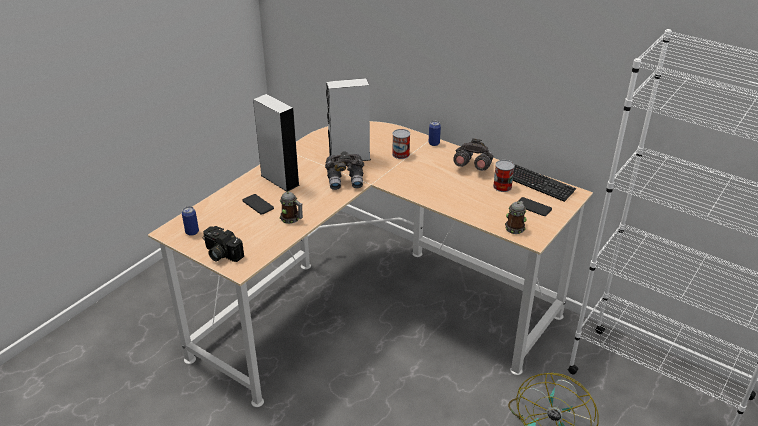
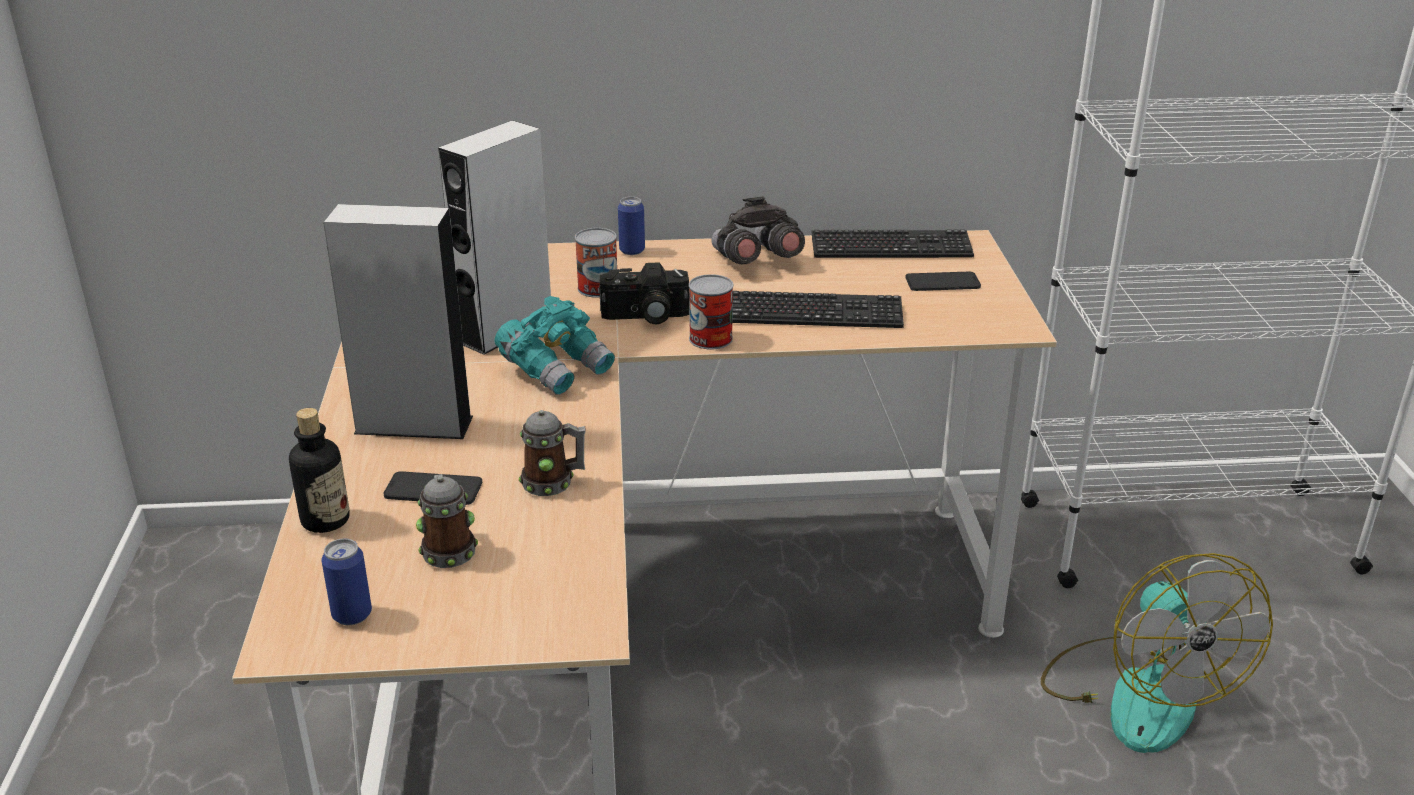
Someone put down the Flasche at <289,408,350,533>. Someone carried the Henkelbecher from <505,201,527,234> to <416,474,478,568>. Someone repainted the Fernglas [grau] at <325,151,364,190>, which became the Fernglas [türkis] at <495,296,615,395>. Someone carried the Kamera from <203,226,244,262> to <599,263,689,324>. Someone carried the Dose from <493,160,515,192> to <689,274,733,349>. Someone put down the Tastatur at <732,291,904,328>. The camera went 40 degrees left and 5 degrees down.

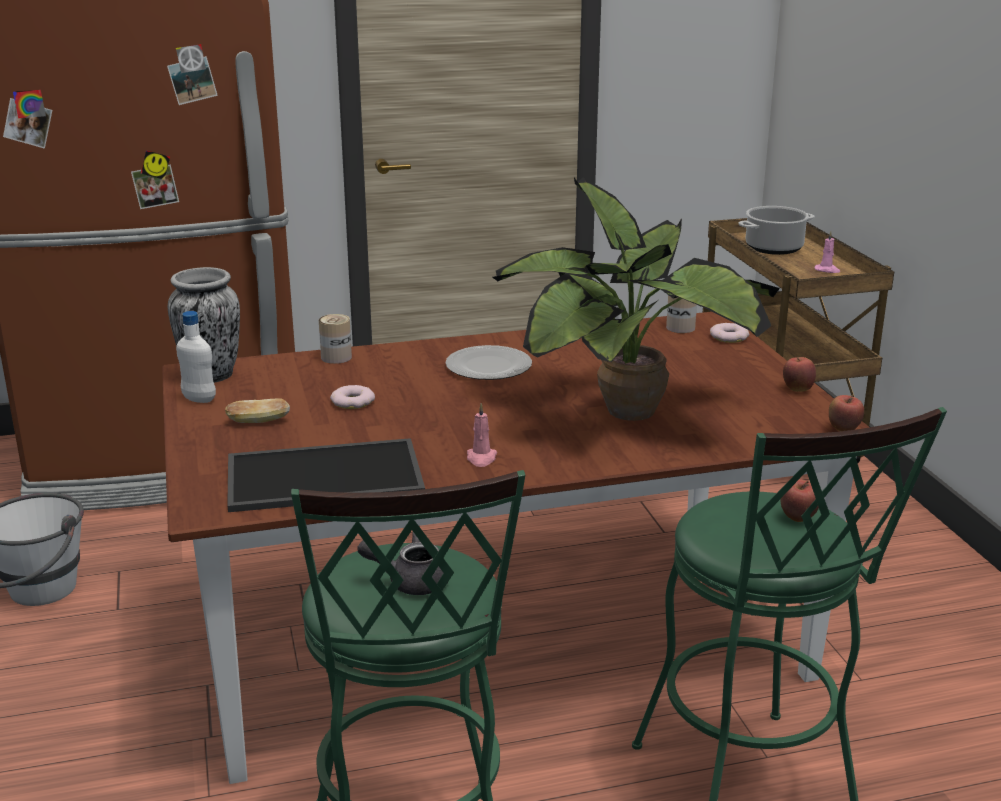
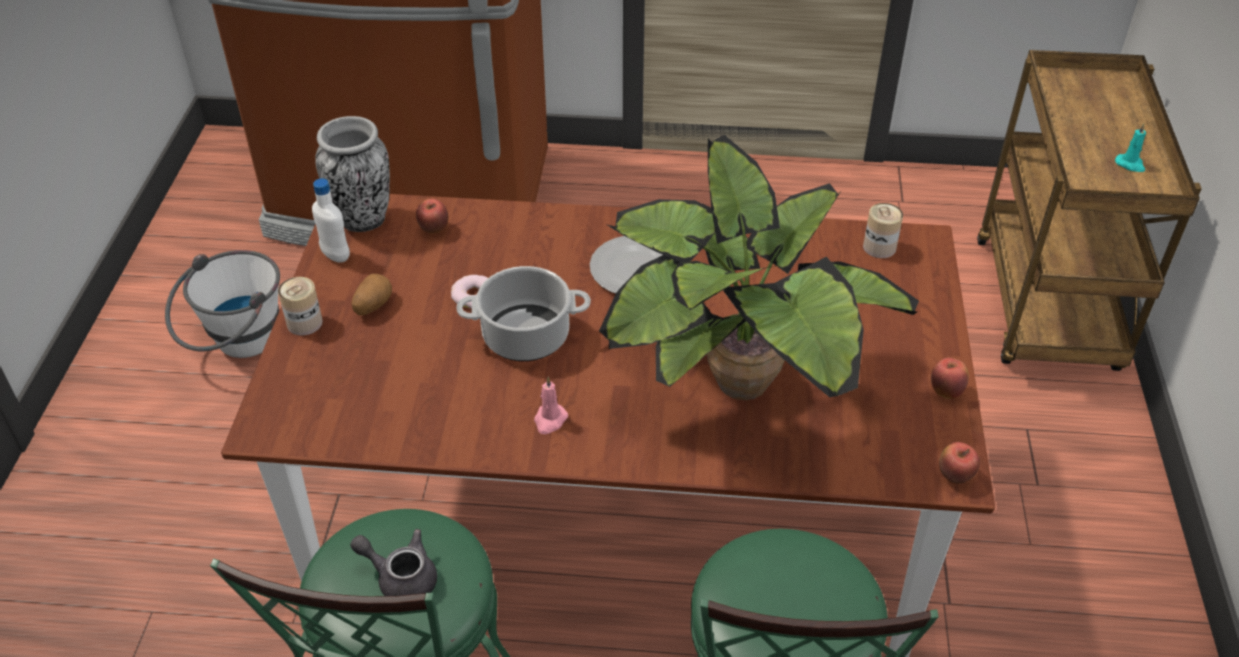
Someone carried the Dose from <319,314,352,364> to <278,277,323,335>. Someone swapped the Brot at <225,398,290,423> for the Kartoffel at <351,274,392,315>. Someone carried the Apfel from <780,479,819,522> to <416,199,448,234>. Someone carried the Kochtopf from <738,206,814,255> to <456,266,591,361>. Someone repainted the Kerze [rosa] at <815,231,840,273>, which became the Kerze [türkis] at <1115,123,1146,172>. Someone took away the Tablett at <227,438,425,512>. Someone took away the Donut at <710,323,749,343>. The camera went 20 degrees right and 20 degrees up.

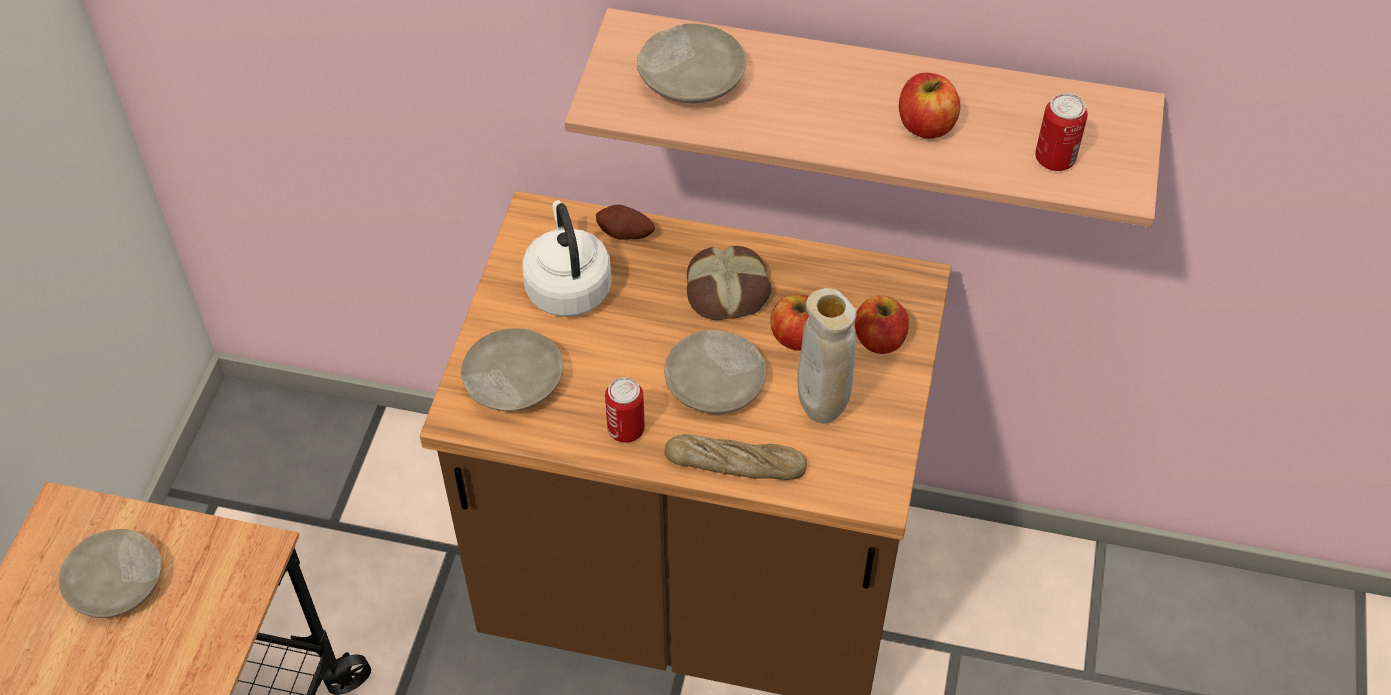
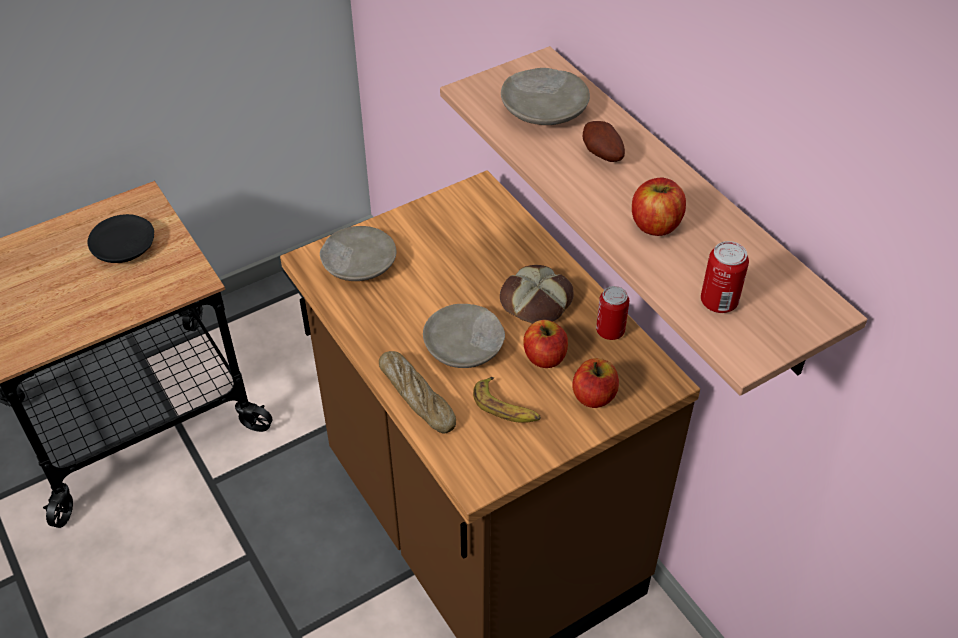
Someone repainted the Teller [beige] at <59,529,161,618>, which became the Teller [schwarz] at <87,214,154,263>. Someone swapped the Vase [beige] at <797,288,857,424> for the Banane at <473,377,541,423>. Someone carried the Kartoffel from <596,205,655,240> to <583,121,625,162>. Someone carried the Dose from <605,377,645,442> to <596,286,629,340>. Someone took away the Wasserkessel [weiß] at <522,200,612,317>. The camera went 45 degrees right and 5 degrees down.

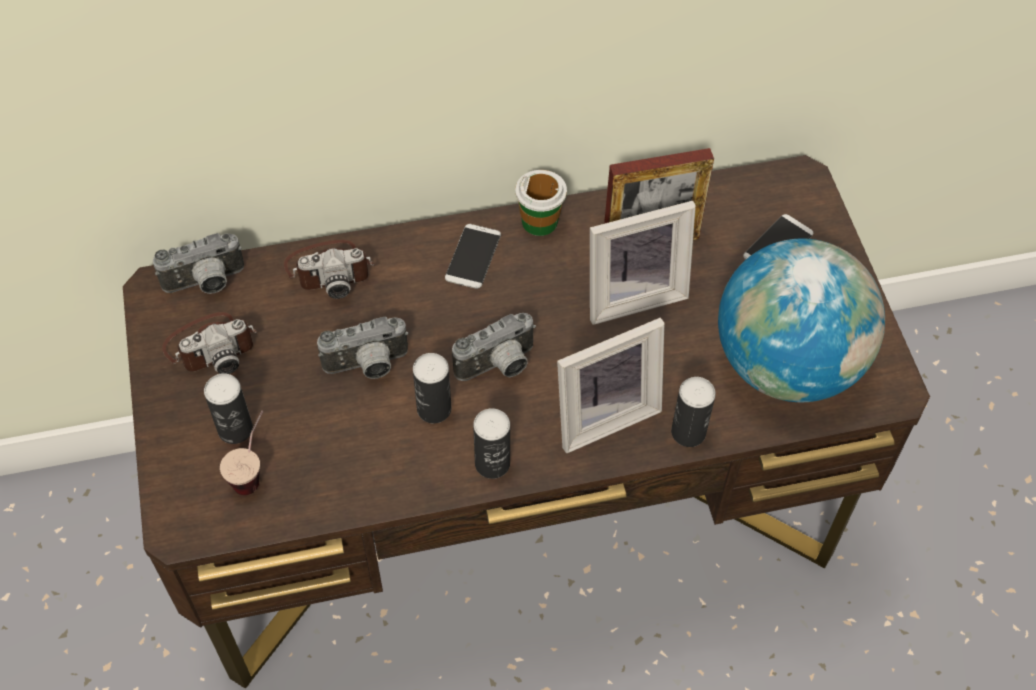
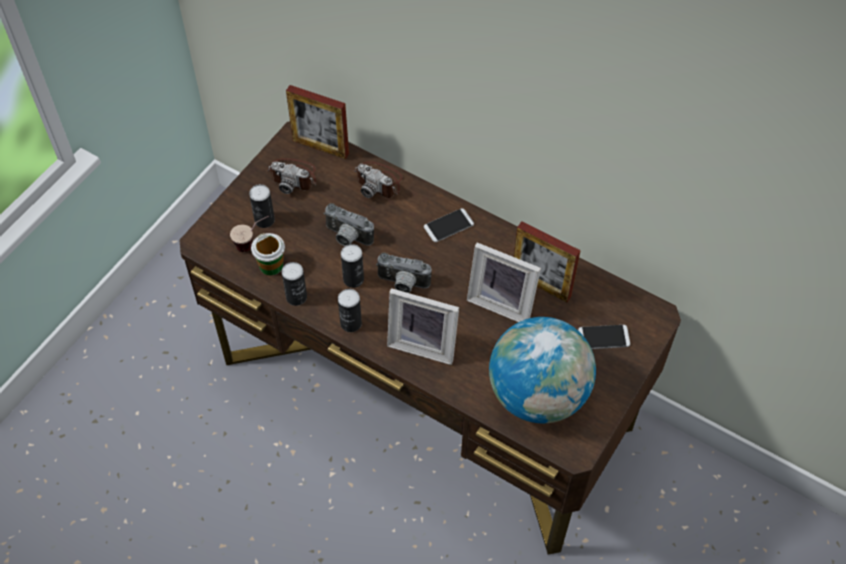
Someone carried the Tasse from <516,170,567,236> to <251,233,285,275>. Someone carried the Dose from <671,377,716,447> to <282,262,307,306>. Someone swapped the Kamera at <153,233,244,294> for the Bilderrahmen at <286,85,349,159>. The camera went 45 degrees right and 0 degrees up.

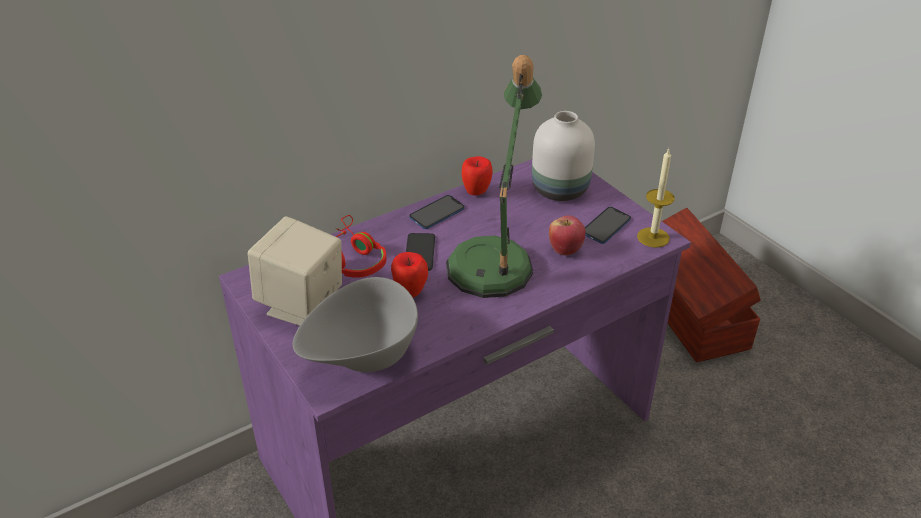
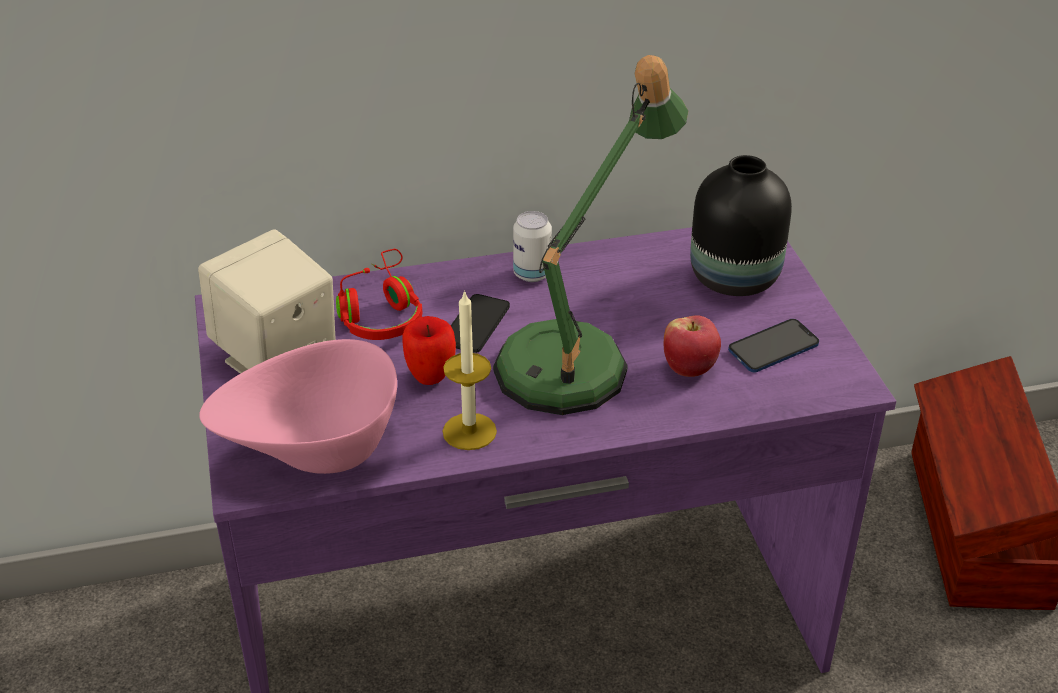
Someone repainted the Schüssel [grau] at <293,277,418,372>, which became the Schüssel [rosa] at <199,339,397,474>. Someone carried the Kerze from <637,148,675,248> to <443,290,497,450>. Someone swapped the Handy at <409,195,464,229> for the Dose at <513,211,552,282>. Someone repainted the Vase [weiß] at <532,111,595,201>, which became the Vase [schwarz] at <690,155,792,296>. Someone took away the Apfel at <462,156,493,196>. The camera went 20 degrees right and 0 degrees up.

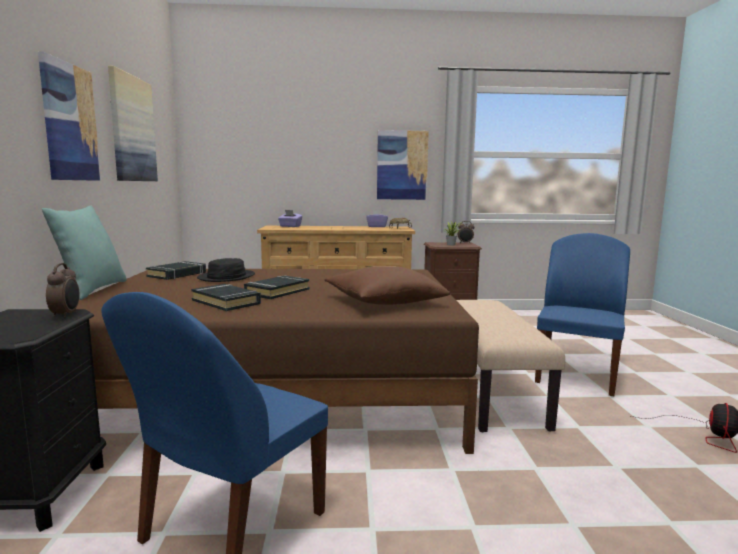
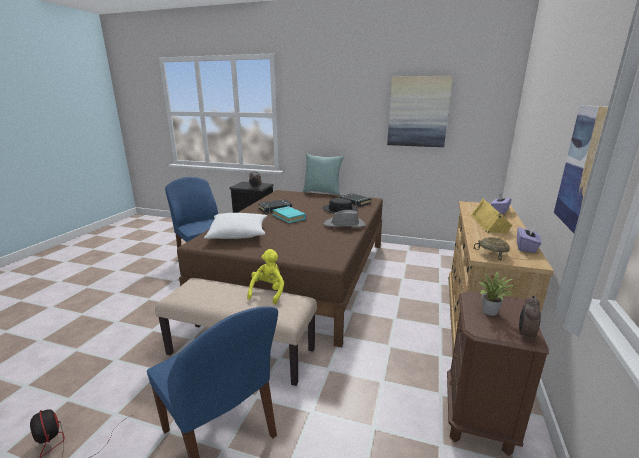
Someone repainted the Kissen [braun] at <324,266,451,305>, which became the Kissen [weiß] at <204,213,267,239>. Someone put down the Plüschtier [gelb] at <247,249,284,304>. Someone repainted the Buch [schwarz] at <244,275,310,299>, which became the Buch [türkis] at <272,206,306,223>. Someone put down the Hut [grau] at <324,210,366,228>. Someone put down the Lautsprecher [gelb] at <471,198,512,233>. Someone took away the Bild at <38,51,101,181>. The camera went 110 degrees right and 10 degrees up.

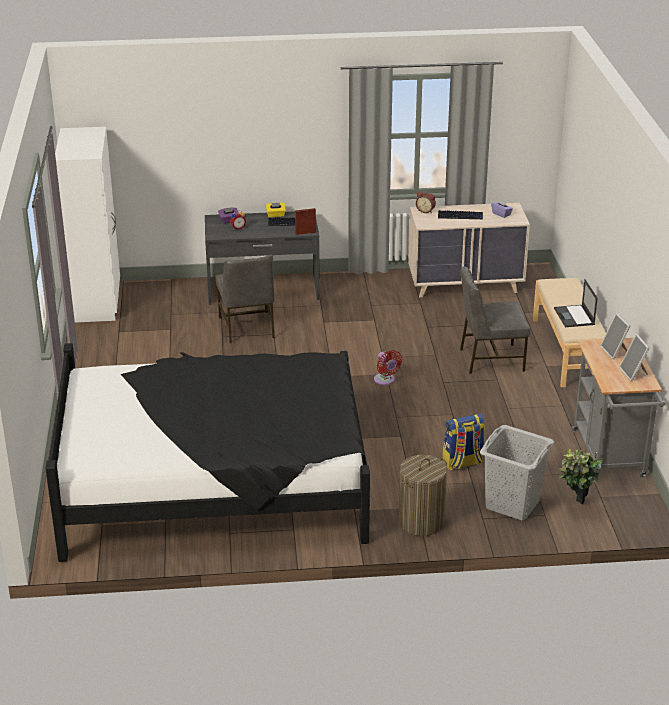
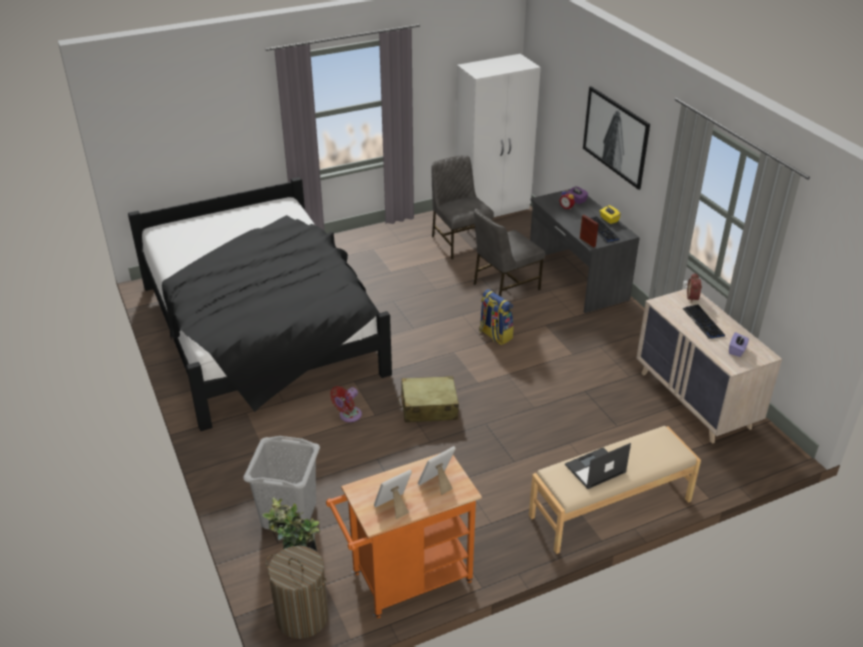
Someone carried the Wäschekorb from <399,455,447,536> to <266,546,329,639>. Someone repainted the Rollwagen [grau] at <571,338,665,478>, which became the Rollwagen [orange] at <326,453,482,618>. Someone carried the Ventilator [rot] from <374,350,402,385> to <330,386,362,422>. Someone put down the Koffer [beige] at <398,376,459,423>. Someone carried the Stuhl [grau] from <460,266,530,374> to <431,155,494,259>. Someone carried the Rucksack from <443,413,485,470> to <479,289,514,345>. Someone put up the Bild at <583,86,650,190>. The camera went 70 degrees right and 5 degrees up.

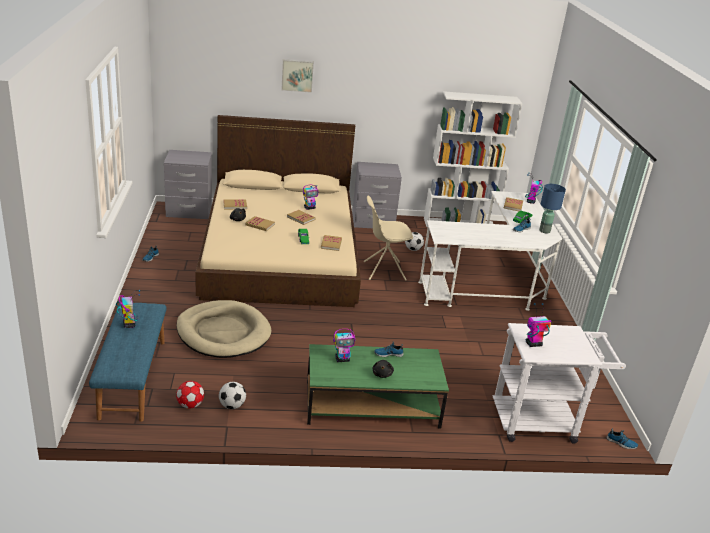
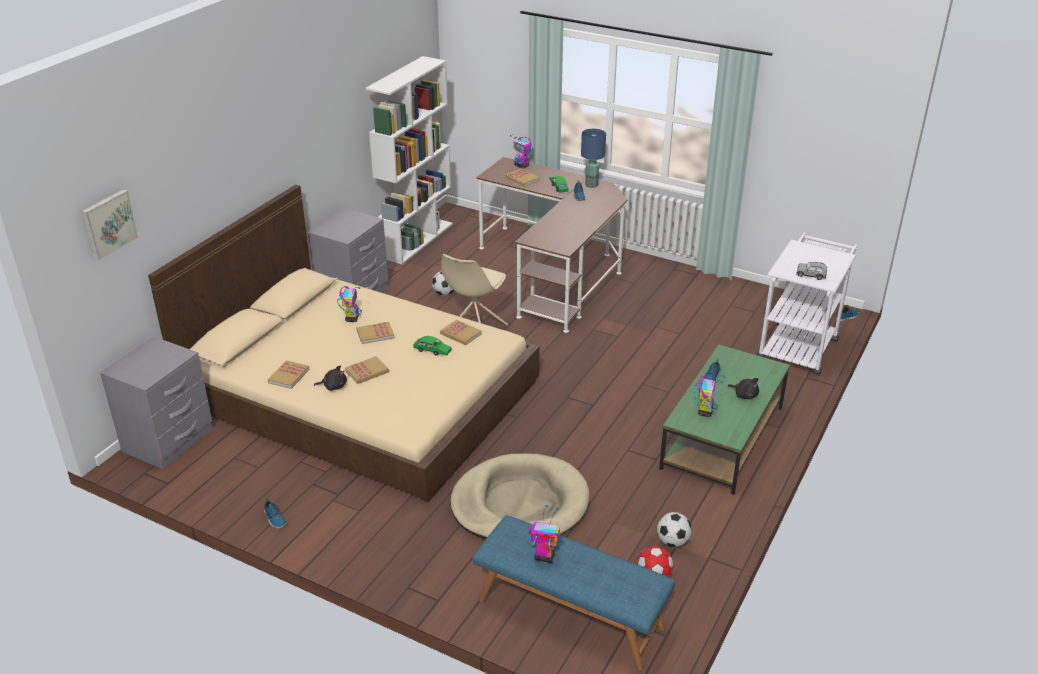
Someone carried the Bild from <281,59,314,93> to <81,190,138,261>. Someone repainted the Schreibtisch [weiß] at <418,191,562,311>, which became the Schreibtisch [braun] at <476,157,627,333>. Someone swapped the Spielzeugroboter at <526,303,552,347> for the Spielzeugauto [grau] at <796,262,827,280>. The camera went 55 degrees left and 5 degrees up.

